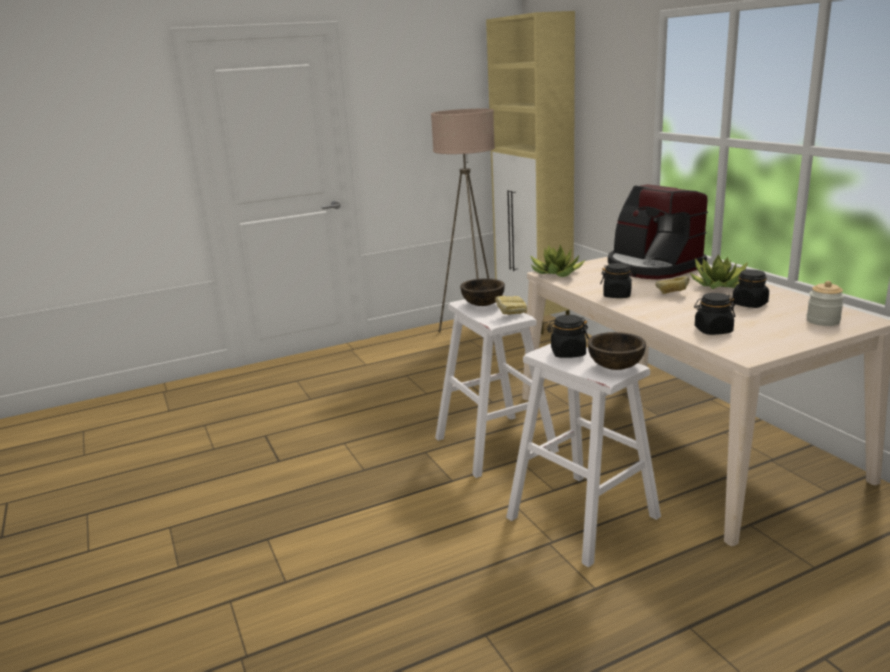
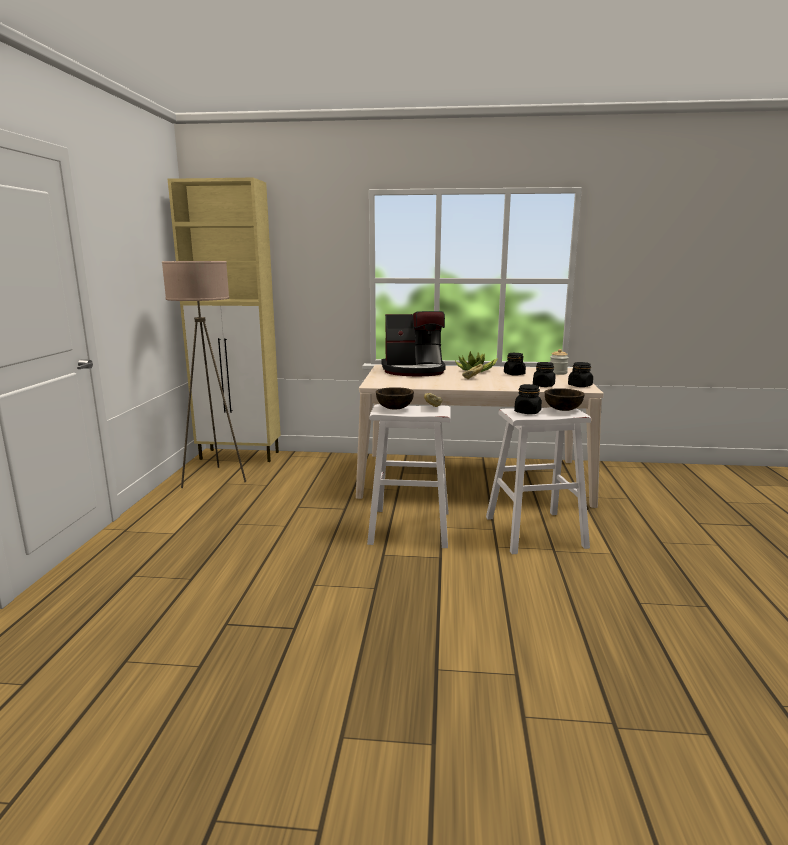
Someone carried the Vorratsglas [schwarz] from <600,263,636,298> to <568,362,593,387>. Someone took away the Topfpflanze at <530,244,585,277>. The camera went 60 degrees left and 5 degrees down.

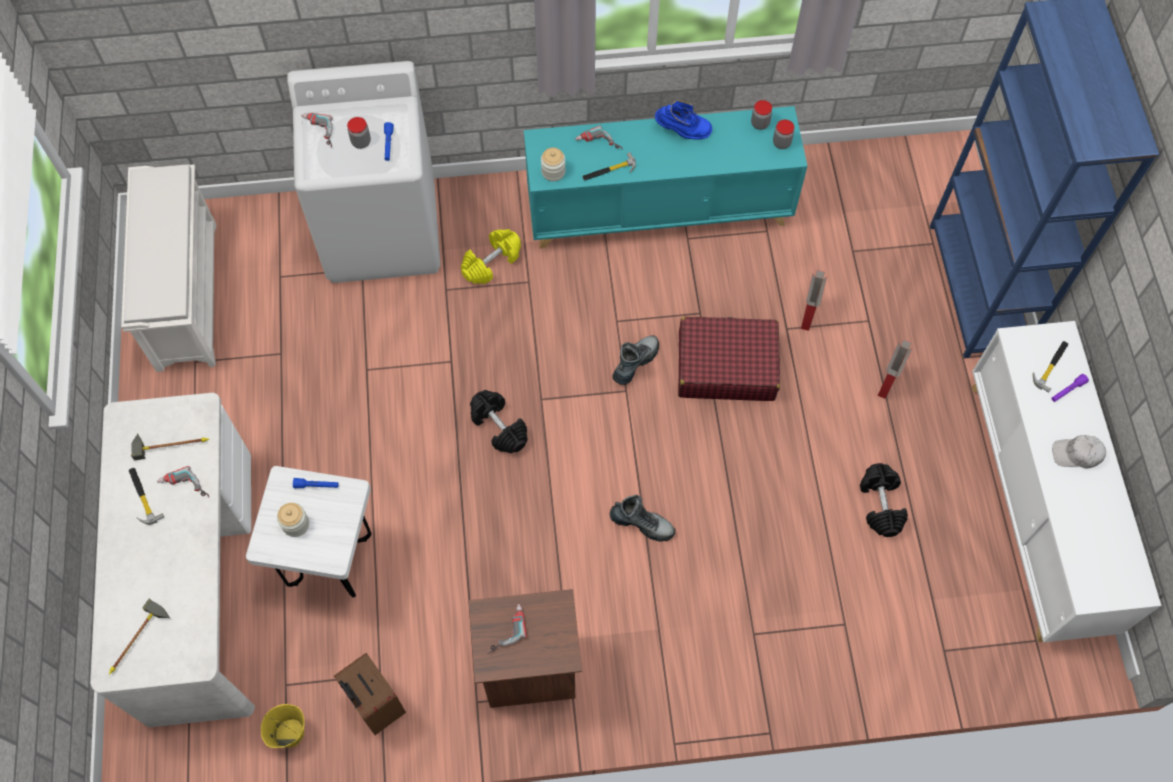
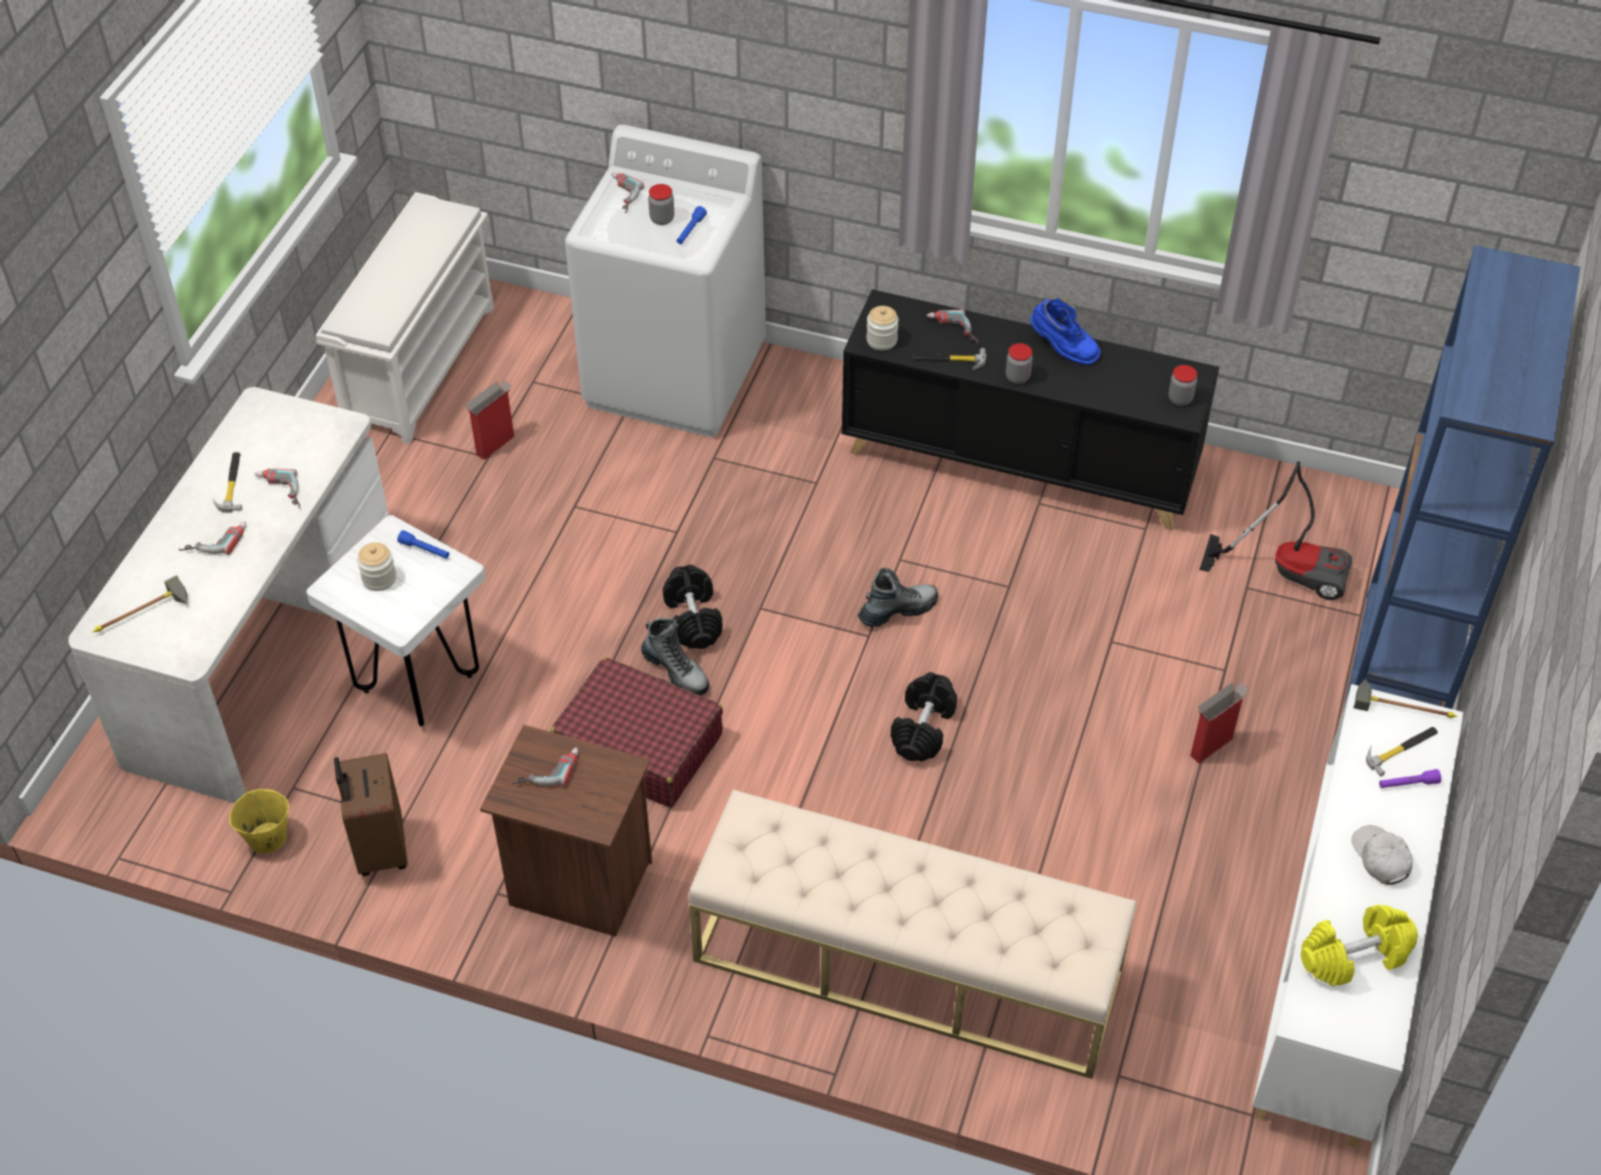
Someone put down the Bohrmaschine at <178,521,246,555>. Someone carried the Karton from <801,270,827,331> to <466,380,514,460>. Someone carried the Koffer [rot] from <678,317,780,401> to <550,657,723,807>. Someone carried the Stiefel from <610,495,675,542> to <641,618,709,696>. Someone put down the Bank [beige] at <689,790,1137,1079>. Someone repainted the Schrank [türkis] at <524,106,808,248>, which became the Schrank [schwarz] at <842,289,1219,531>. Someone carried the Hantel [schwarz] from <860,463,908,537> to <891,672,957,761>. Someone carried the Vorratsglas from <751,100,772,130> to <1006,343,1033,384>. Someone put down the Staubsauger at <1199,461,1352,600>. Someone carried the Hantel [gelb] from <461,229,521,284> to <1301,905,1418,986>. Someone rotated the Kappe [weiß] at <1052,435,1106,468> by 45 degrees clockwise. Someone carried the Hammer from <131,434,209,460> to <1354,679,1458,718>. The camera went 25 degrees right and 15 degrees down.

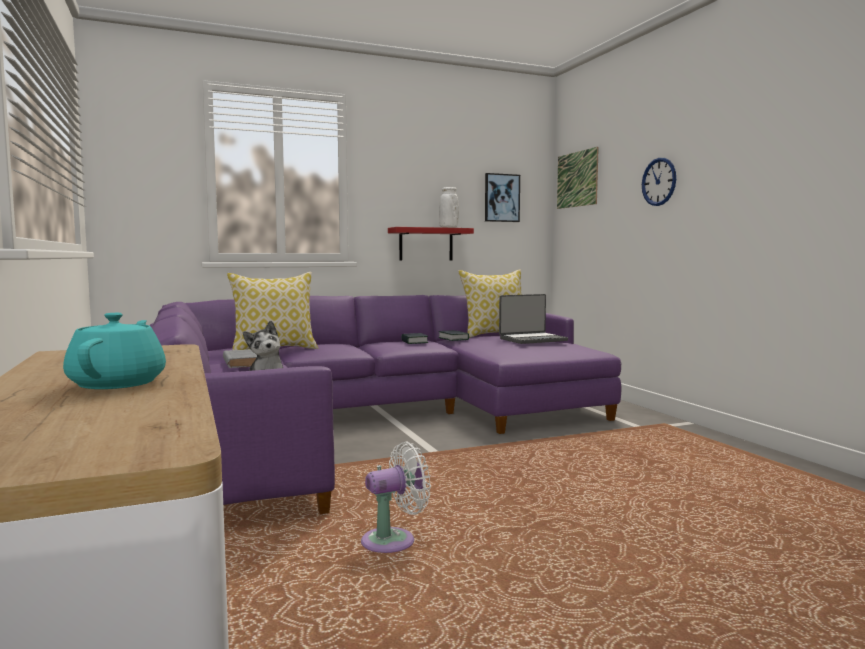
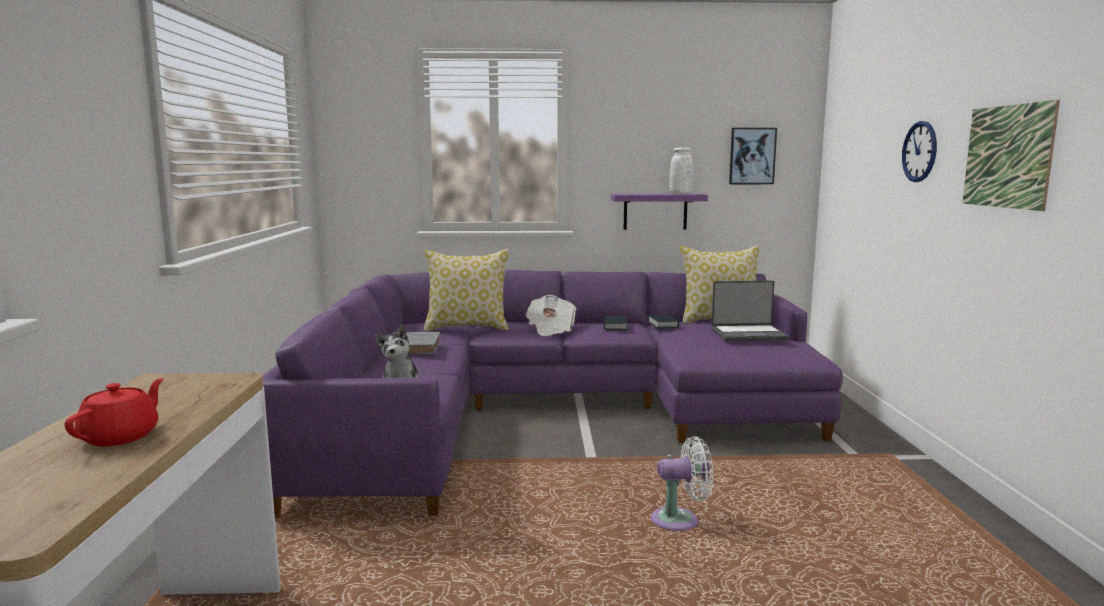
Someone repainted the Teekanne [türkis] at <63,313,166,389>, which became the Teekanne [rot] at <65,378,164,447>. Someone put down the Zeitung at <525,295,576,336>. Someone repainted the Wandregal [rot] at <388,227,474,261>, which became the Wandregal [lila] at <611,194,708,230>. Someone carried the Ventilator [weiß] from <361,442,431,553> to <651,436,714,531>. Someone carried the Bild from <557,147,599,209> to <962,100,1060,211>. The camera went 20 degrees right and 5 degrees up.

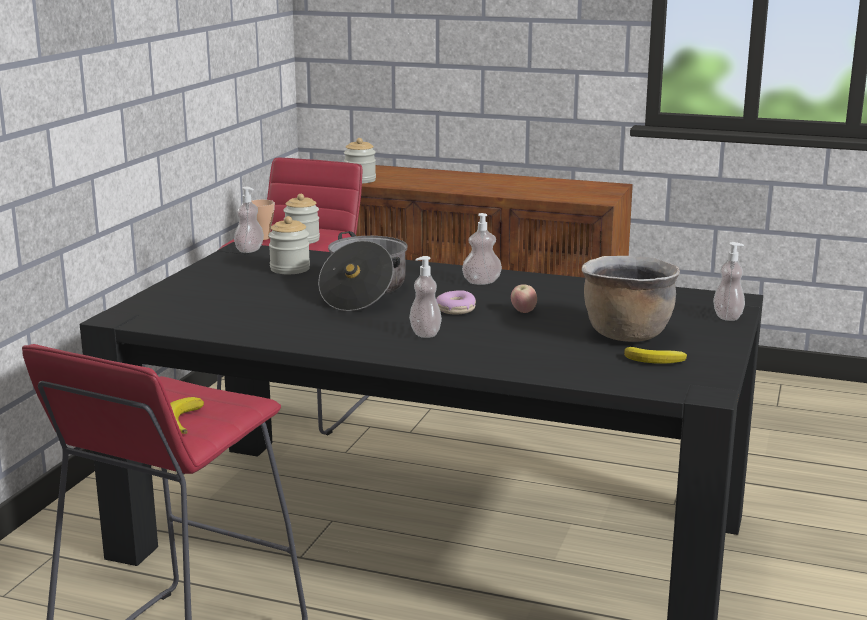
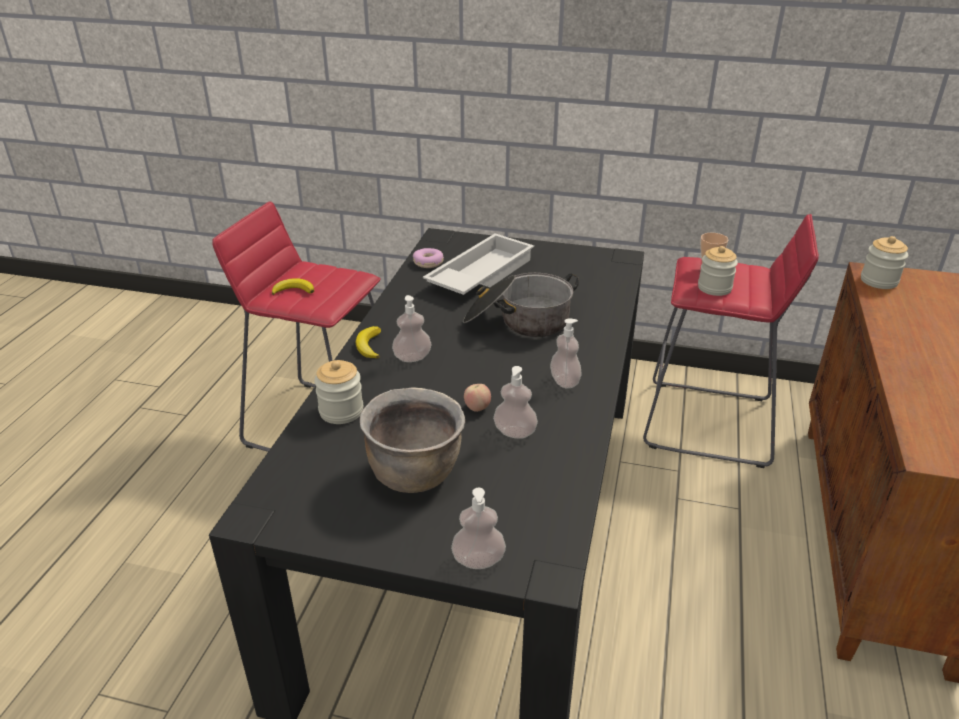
Someone carried the Vorratsglas from <268,216,310,274> to <314,360,363,424>. Someone carried the Banane from <624,347,687,364> to <356,326,381,358>. Someone carried the Donut from <436,290,476,315> to <413,248,444,268>. Someone put down the Tablett [weiß] at <423,233,534,295>. Someone carried the Seifenspender from <234,187,264,253> to <493,366,538,439>. The camera went 85 degrees right and 15 degrees up.

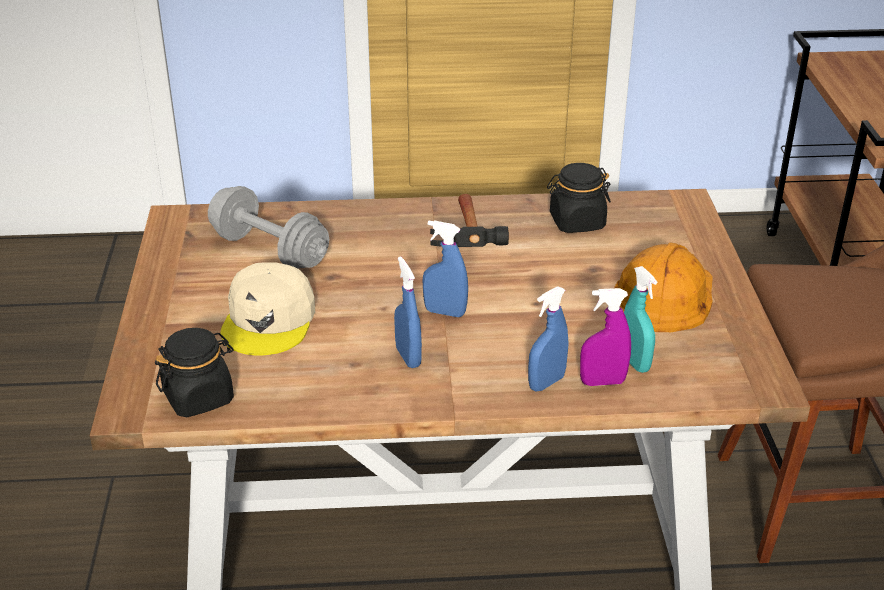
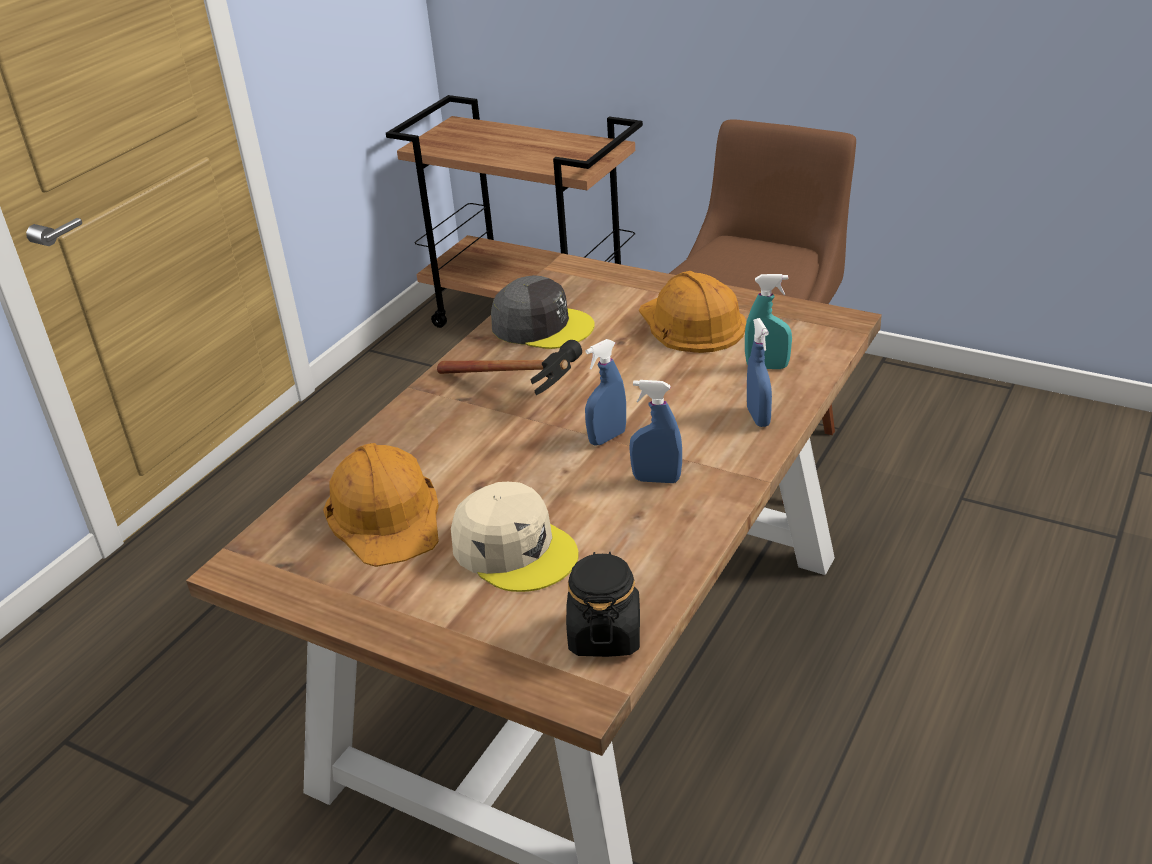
Someone swapped the Hantel [grau] at <208,186,329,269> for the Schutzhelm [orange] at <323,443,439,567>. Someone swapped the Vorratsglas [schwarz] at <547,163,611,233> for the Kappe [grau] at <491,275,595,349>. Someone took away the Sprühflasche [lila] at <580,288,631,386>. The camera went 55 degrees left and 0 degrees up.

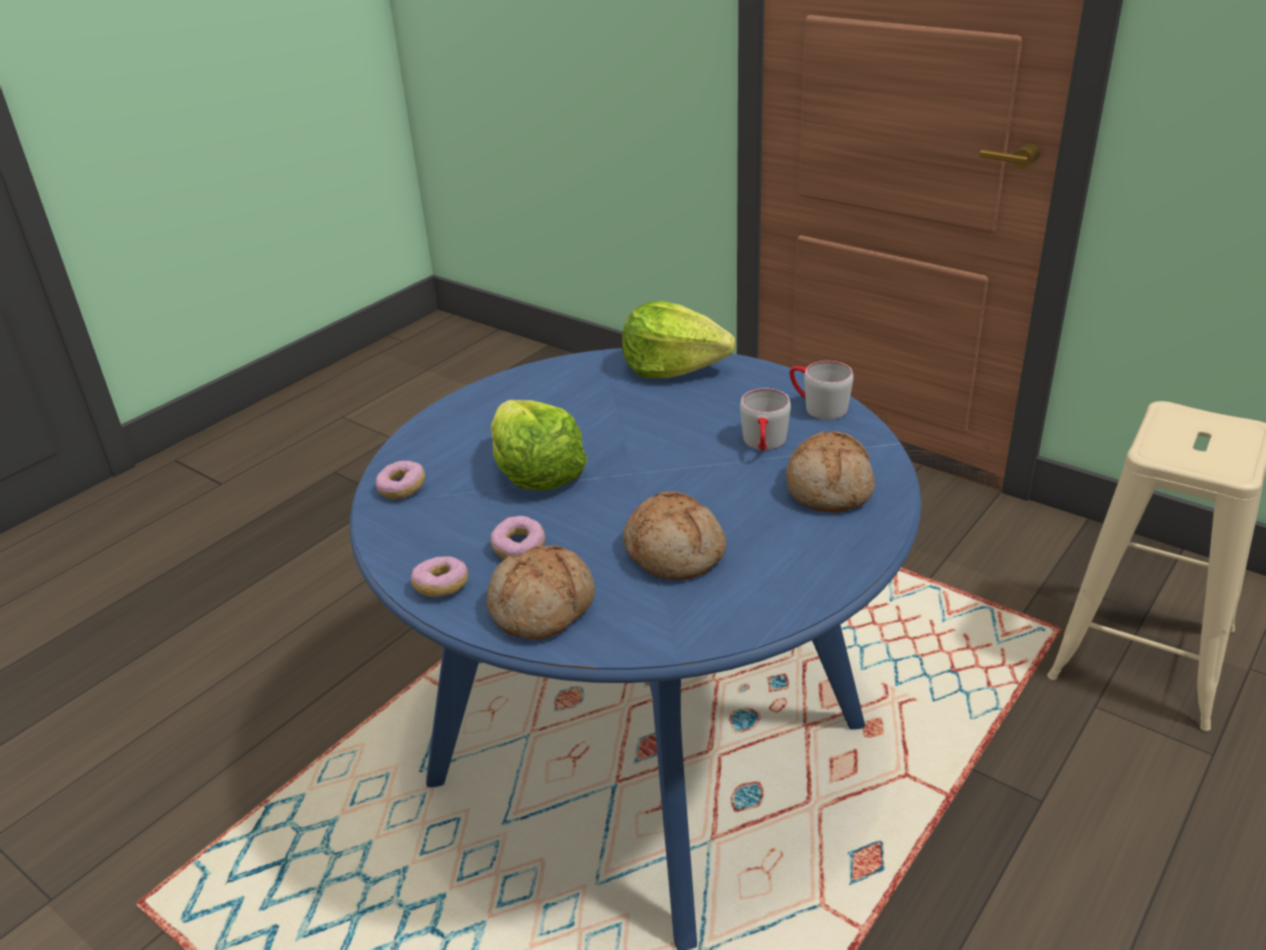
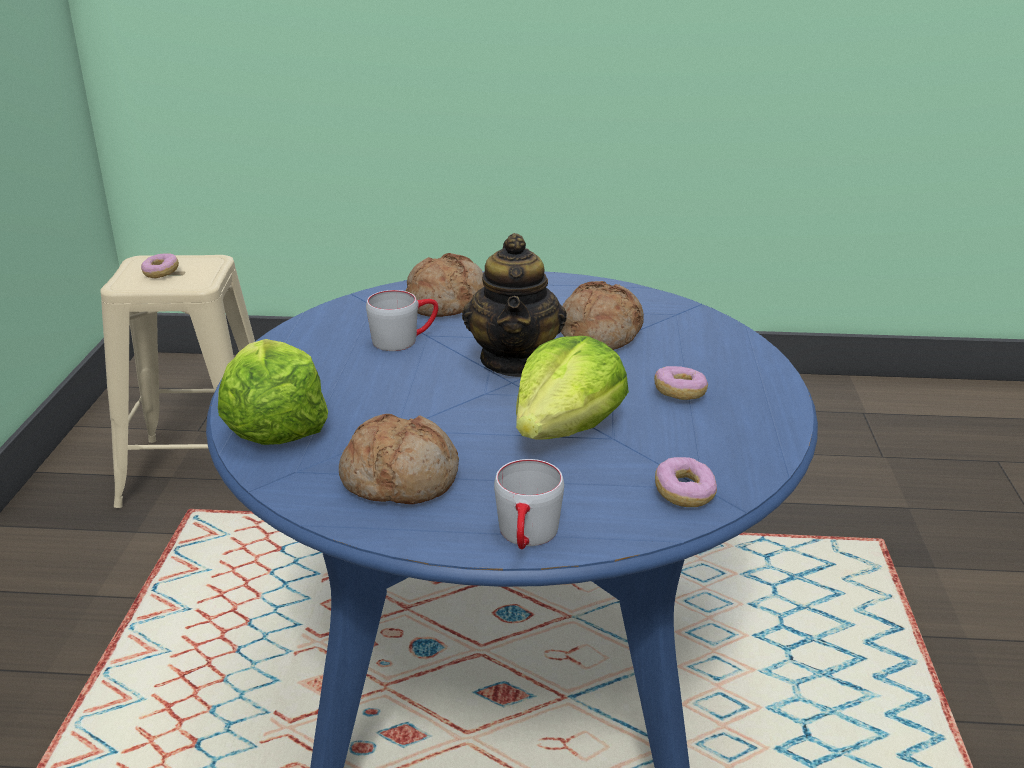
Someone carried the Donut from <411,557,468,597> to <141,254,179,278>. Someone carried the Brot from <487,545,595,640> to <339,414,459,504>. Someone put down the Teekanne at <462,233,567,377>. Someone carried the Henkelbecher [grau] from <790,361,853,420> to <494,459,564,549>. The camera went 125 degrees left and 5 degrees down.

